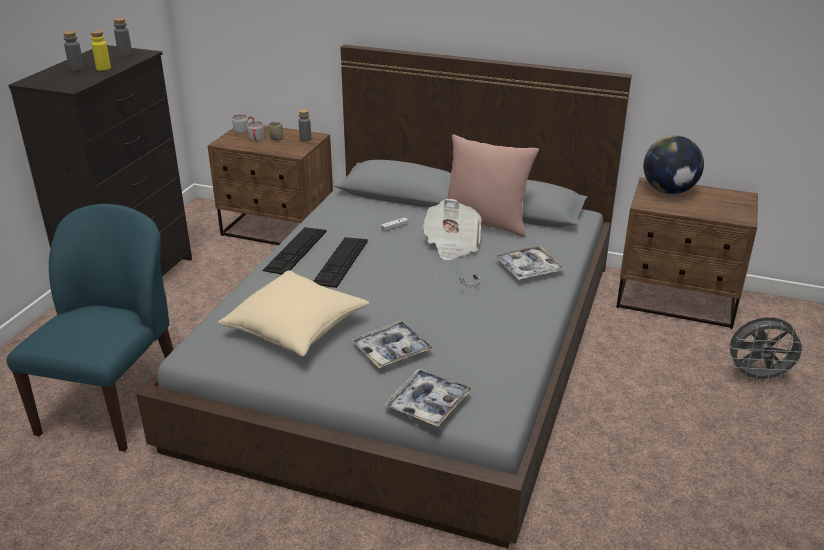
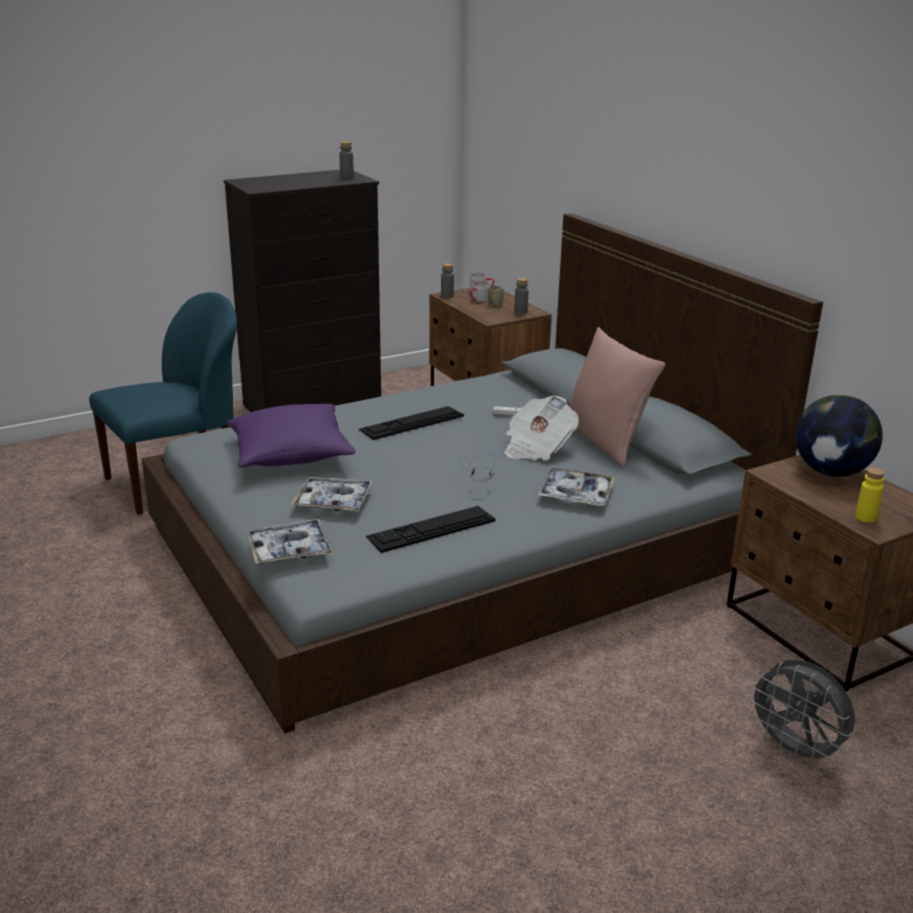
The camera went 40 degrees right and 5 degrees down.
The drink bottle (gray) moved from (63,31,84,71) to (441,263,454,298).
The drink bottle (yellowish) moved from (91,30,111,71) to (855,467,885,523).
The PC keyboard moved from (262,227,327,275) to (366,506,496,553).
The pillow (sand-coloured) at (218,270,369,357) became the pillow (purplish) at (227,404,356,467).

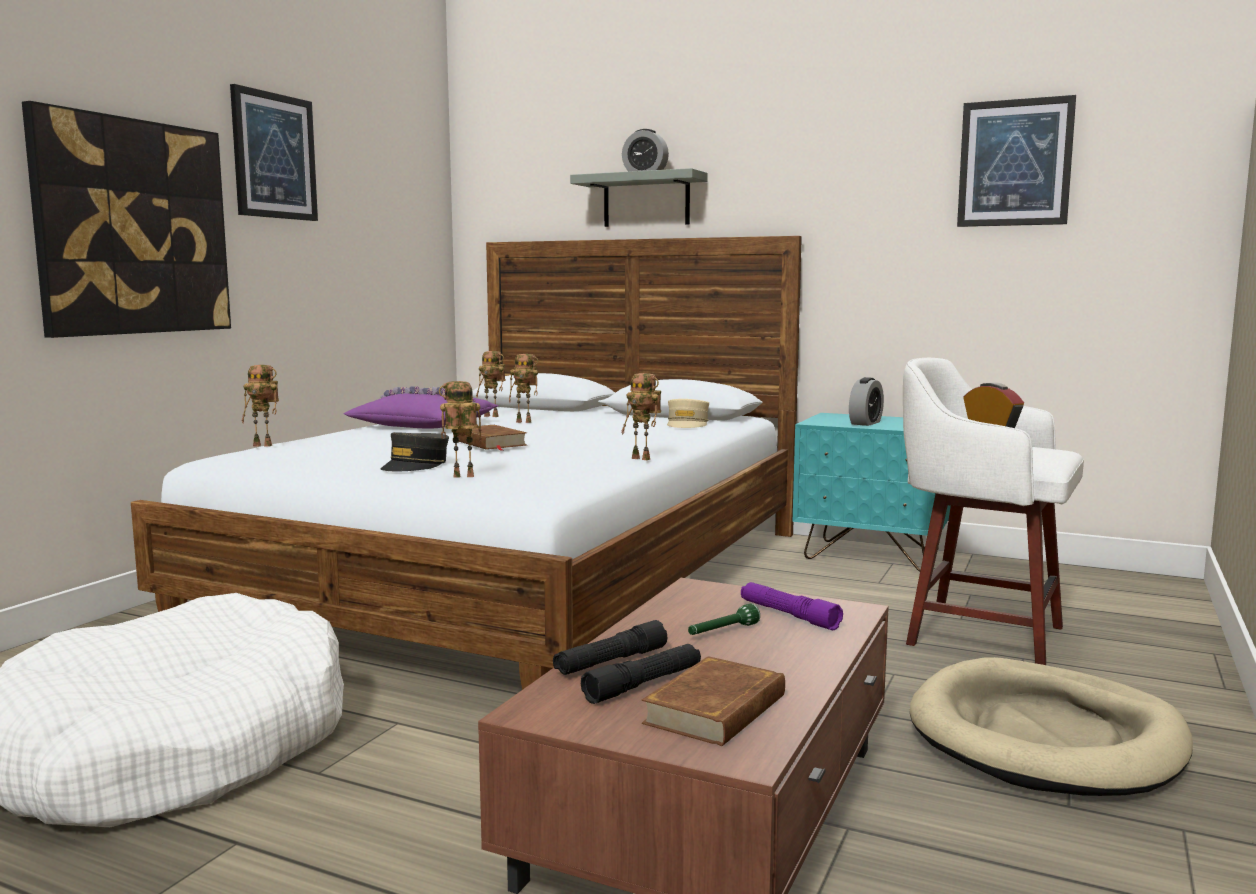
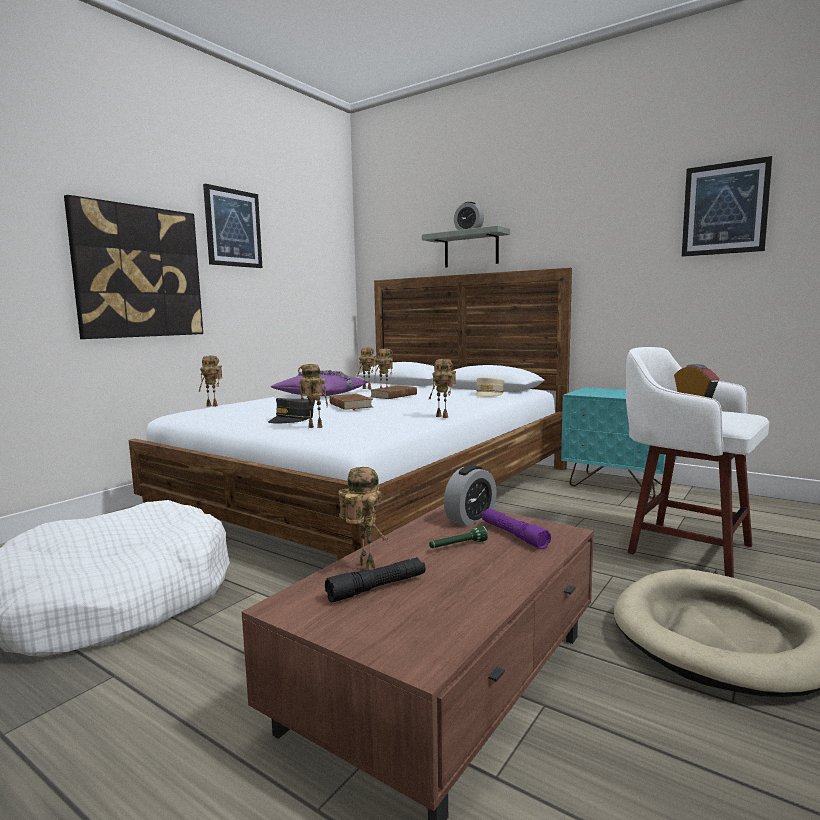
The camera went 10 degrees right and 0 degrees up.
The book (brownish) moved from (642,656,785,746) to (370,386,417,399).
The bedside clock moved from (849,377,884,426) to (444,465,497,526).
The flashlight (black-coloured) at (553,620,667,675) was replaced by the robot figure at (338,467,388,570).

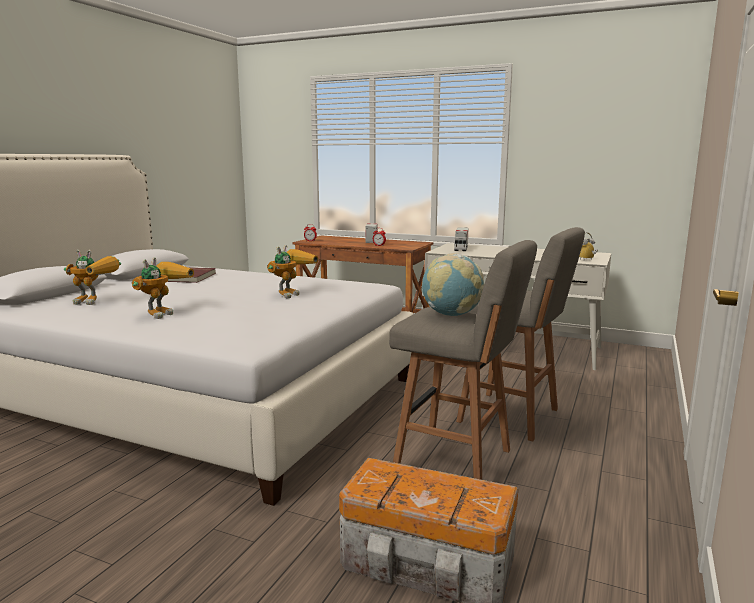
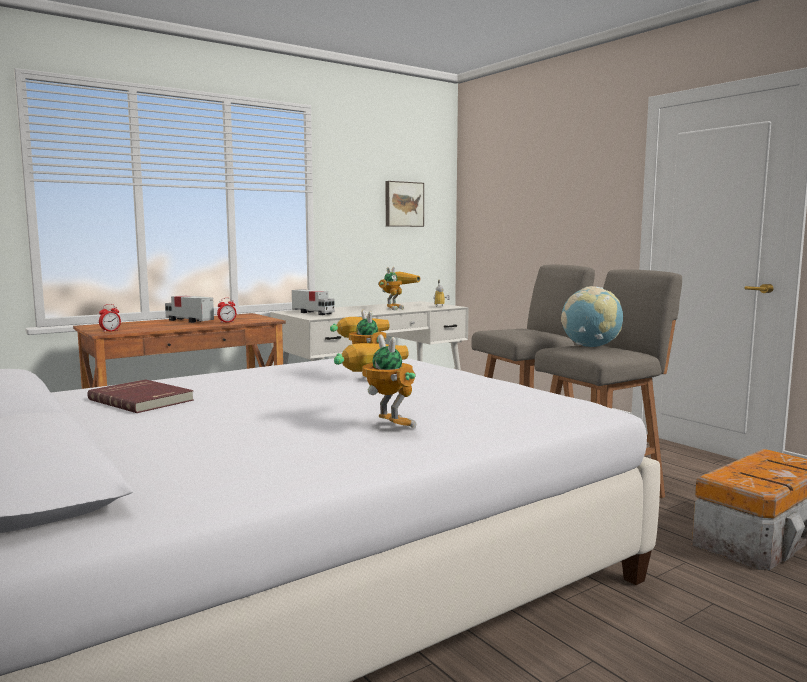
The camera went 60 degrees left and 5 degrees down.
The wall picture at (386,181,424,227) appeared.
The robot figure moved from (64,250,121,305) to (378,267,421,310).

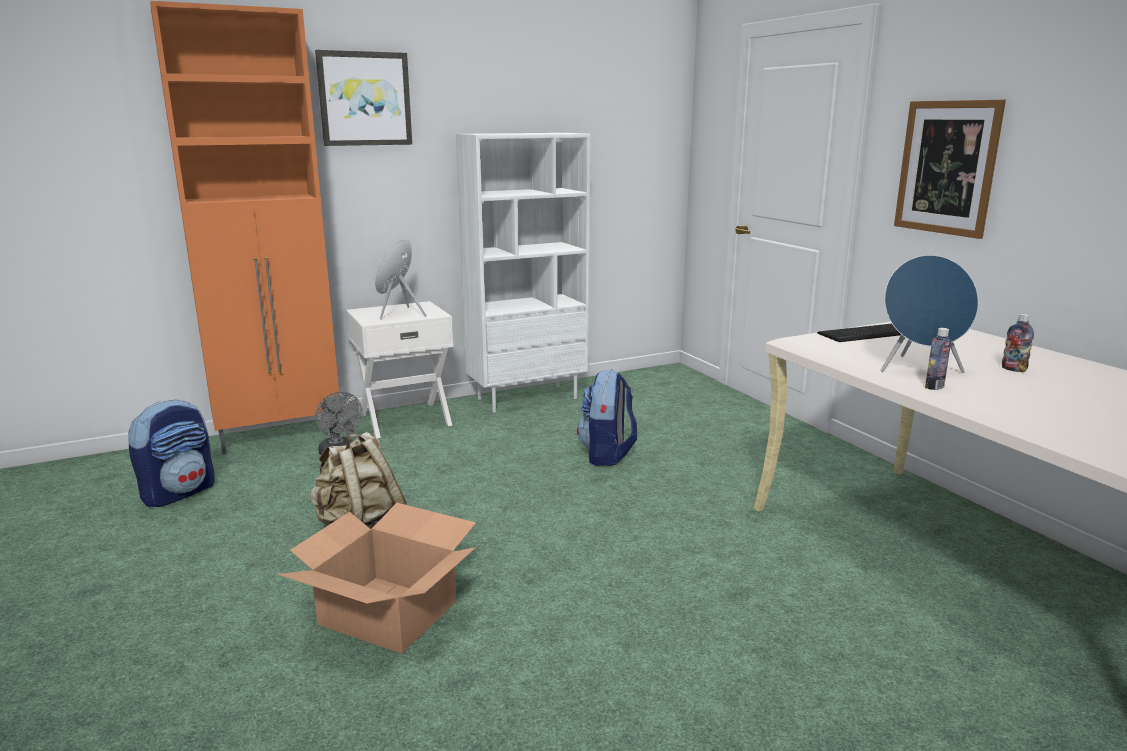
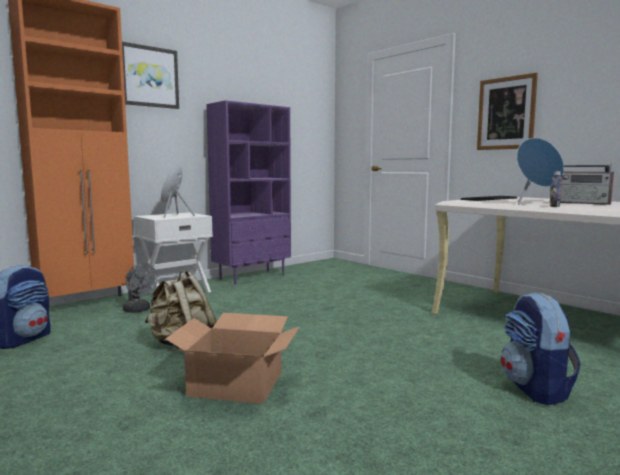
The camera went 15 degrees left and 10 degrees down.
The backpack moved from (577,369,637,466) to (501,292,581,405).
The drink bottle at (1002,314,1034,372) was replaced by the radio receiver at (550,163,614,205).
The shelving unit (white-coloured) at (456,133,591,413) became the shelving unit (purplish) at (206,100,291,285).

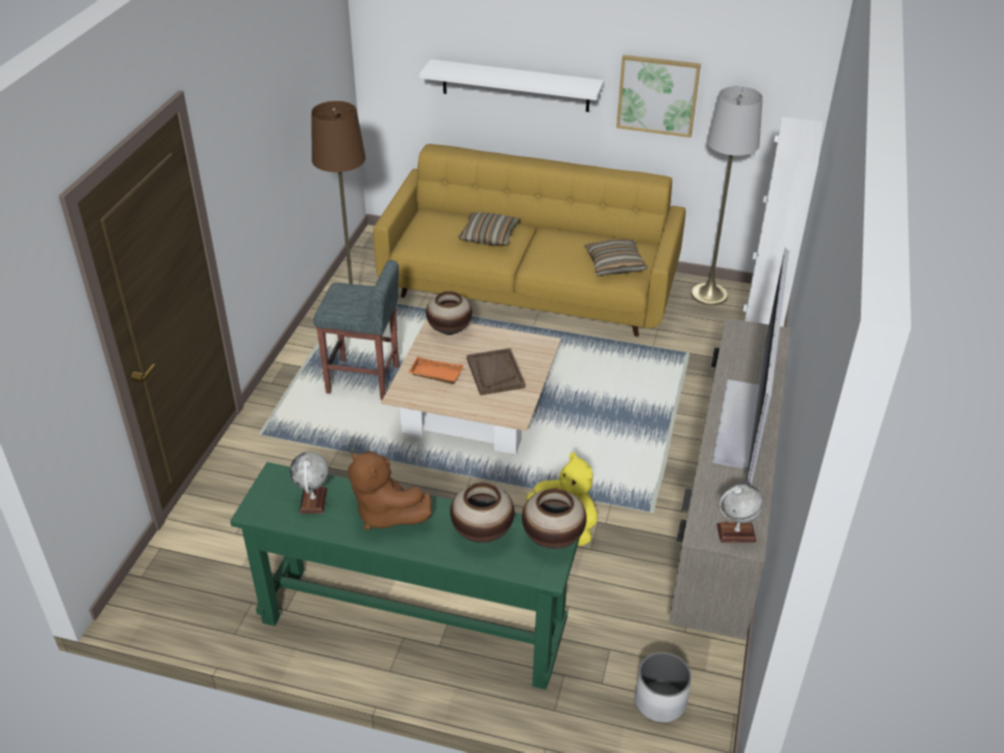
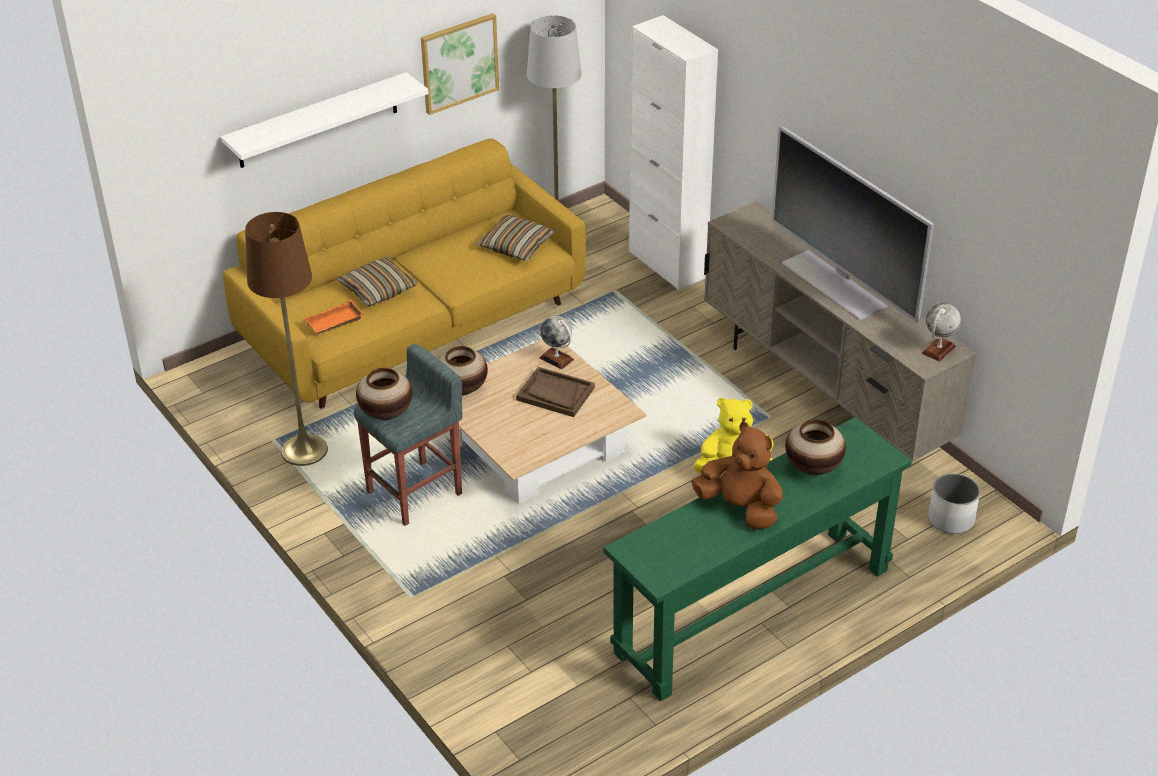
The camera went 50 degrees left and 0 degrees up.
The desk globe moved from (290,452,329,514) to (540,316,574,369).
The tray (orangey) moved from (408,356,464,384) to (304,300,363,334).
The decorative vase moved from (522,488,587,549) to (356,368,413,421).
The cuddly toy (brownish) at (348,451,432,530) turned 135 degrees counterclockwise.

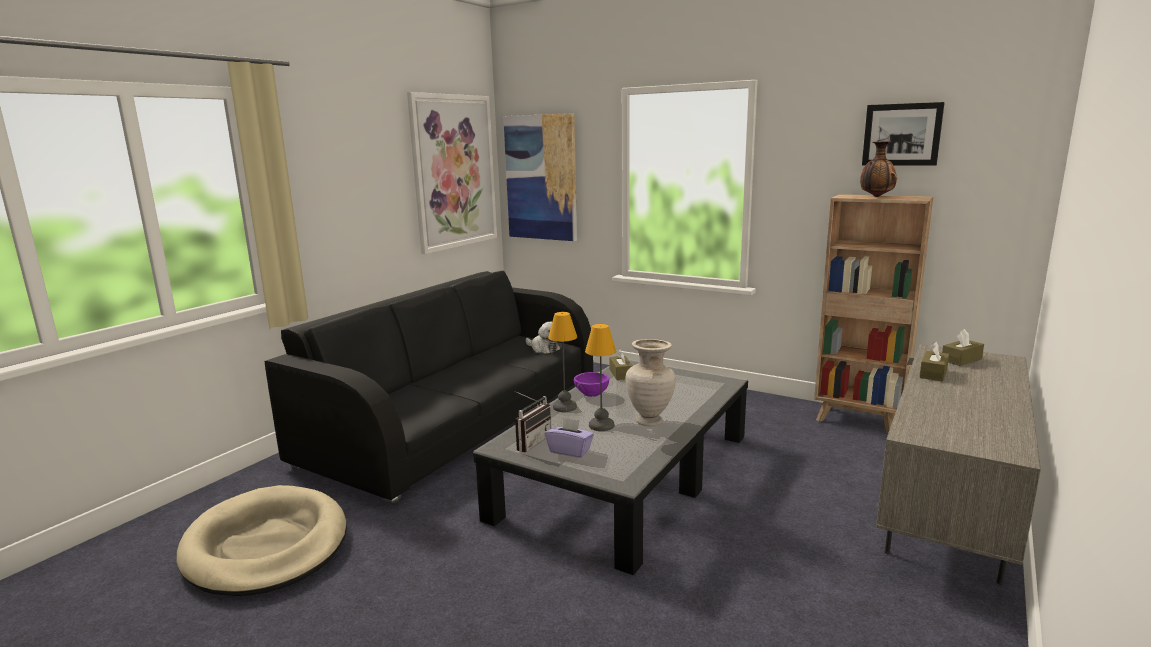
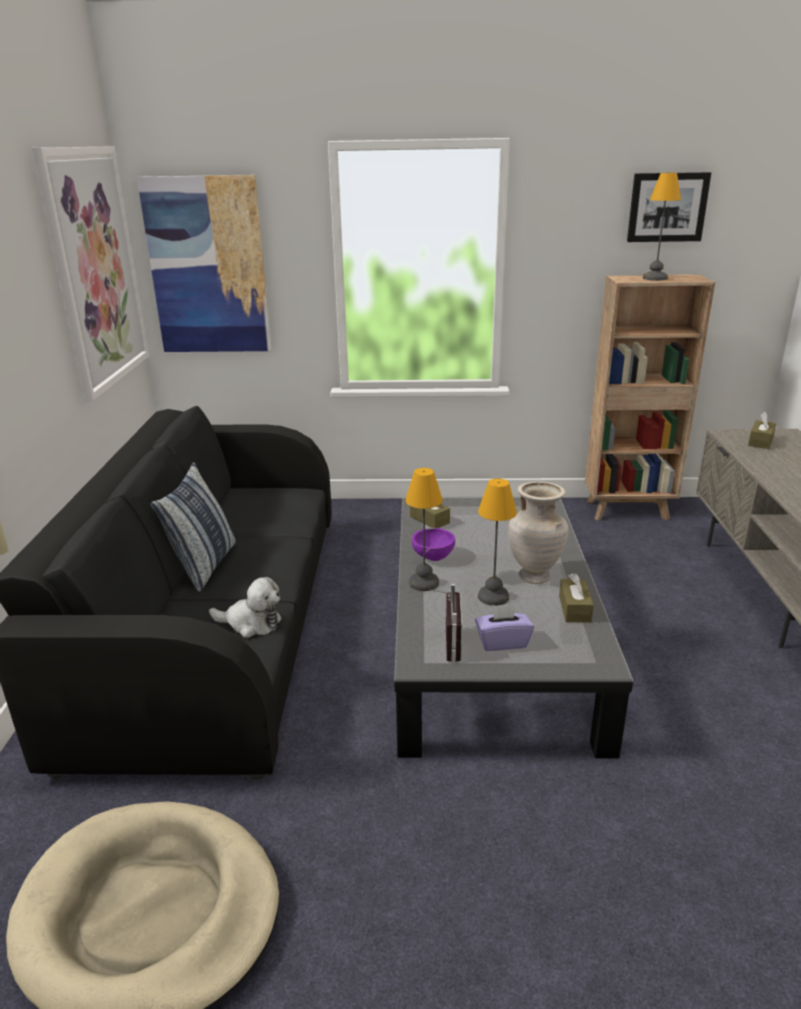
The camera went 30 degrees left and 10 degrees up.
The pillow at (150,462,236,592) appeared.
The cuddly toy moved from (526,322,560,353) to (209,577,281,638).
The tissue holder (brownish) moved from (919,341,949,382) to (559,573,594,623).
The decorative vase at (860,141,897,197) was replaced by the lamp for a table at (643,173,681,281).

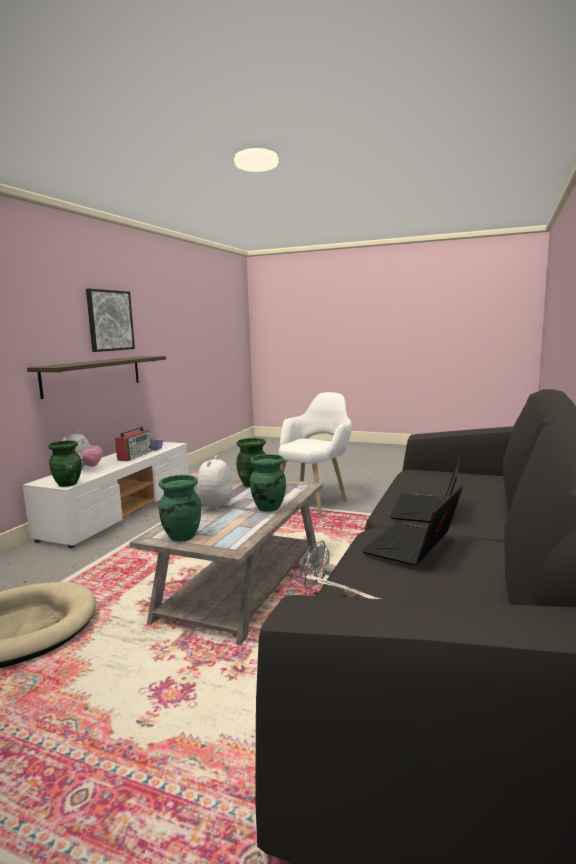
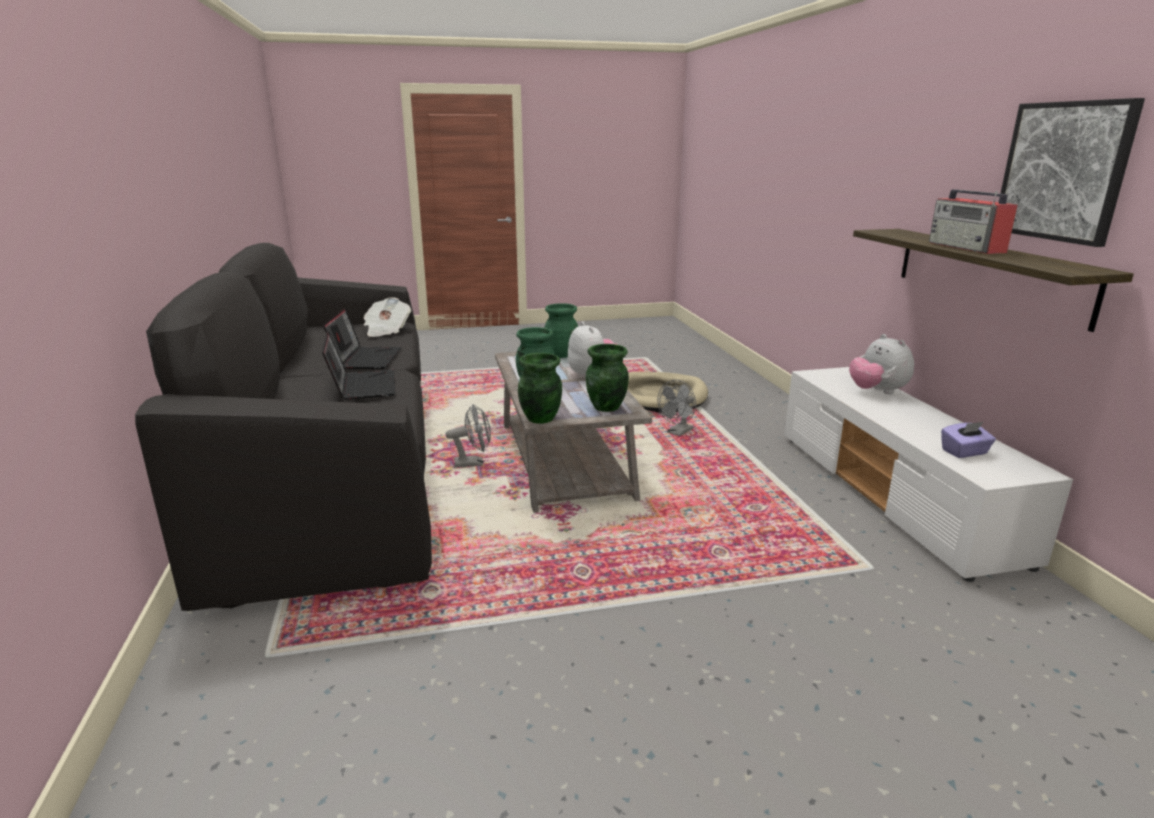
The camera went 145 degrees right and 10 degrees up.
The armchair (white-coloured) at (279,392,352,518) disappeared.
The electric fan (gray) at (657,380,696,436) appeared.
The decorative vase (greenish) moved from (48,440,81,487) to (518,353,562,424).
The radio receiver moved from (115,425,152,461) to (929,189,1018,254).

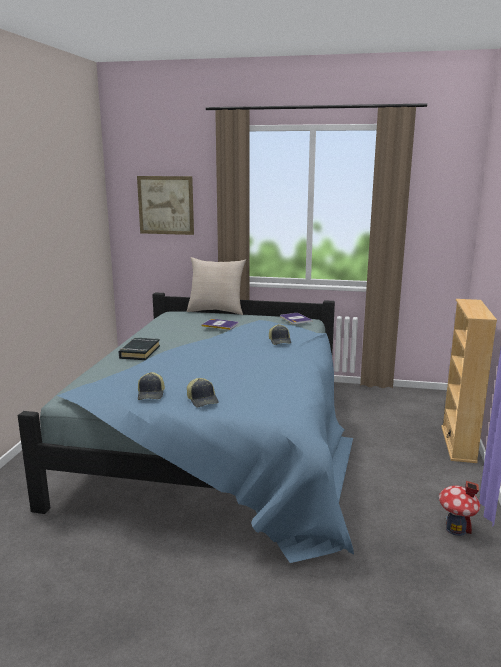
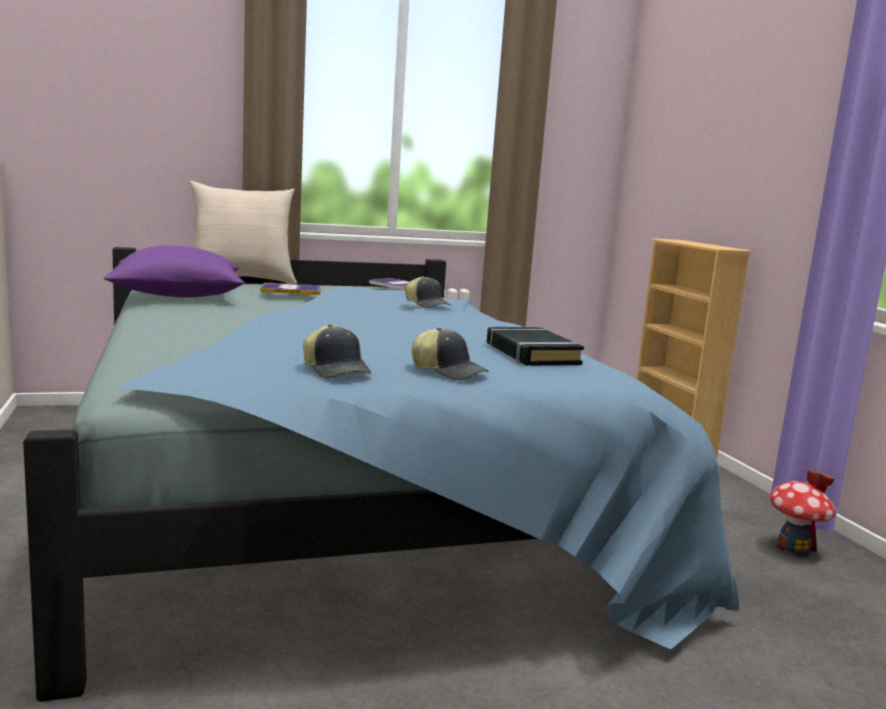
The camera went 30 degrees left and 5 degrees down.
The wall picture at (137,176,194,235) disappeared.
The pillow (purplish) at (104,245,245,298) appeared.
The book (black-coloured) moved from (119,338,160,360) to (487,327,584,366).

